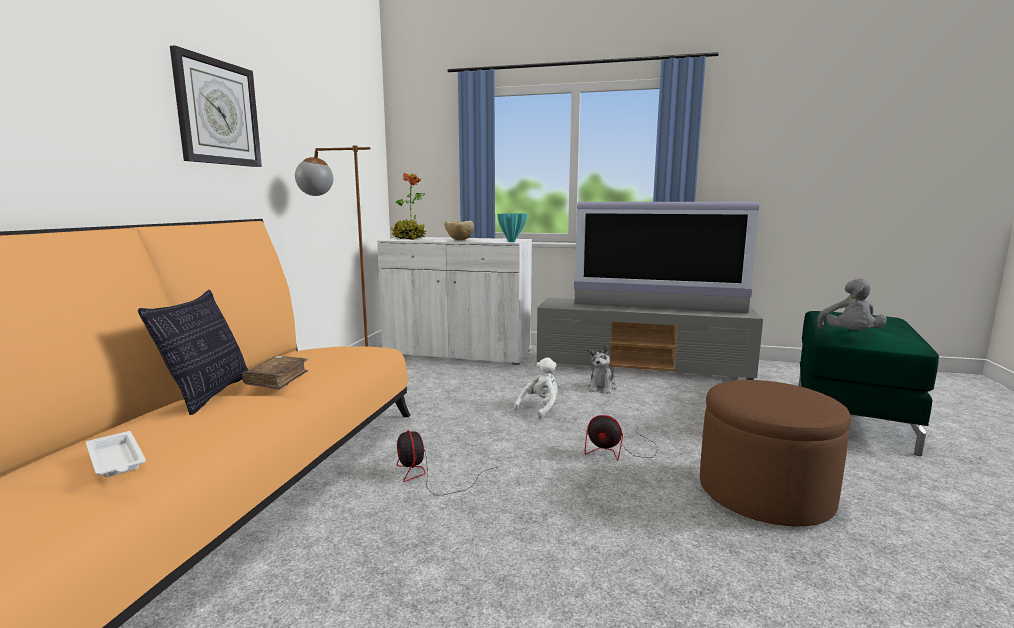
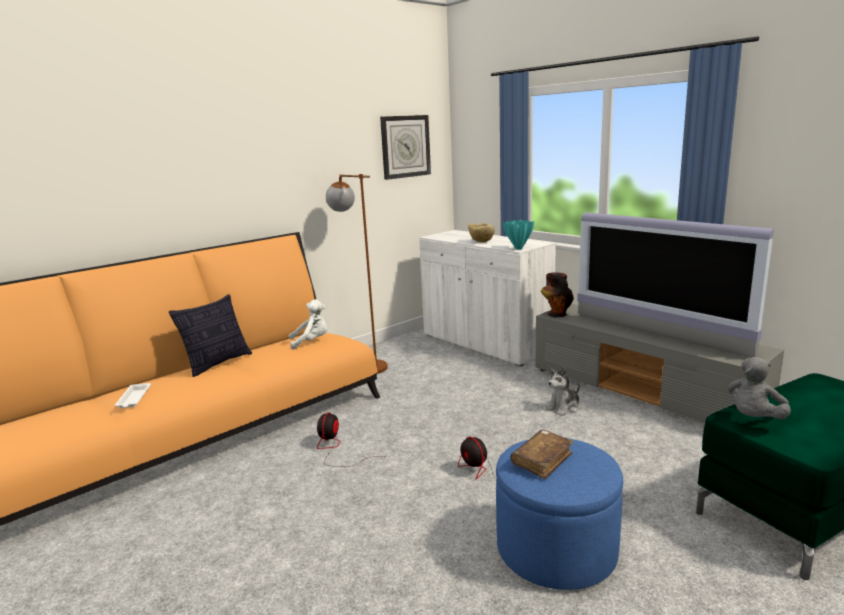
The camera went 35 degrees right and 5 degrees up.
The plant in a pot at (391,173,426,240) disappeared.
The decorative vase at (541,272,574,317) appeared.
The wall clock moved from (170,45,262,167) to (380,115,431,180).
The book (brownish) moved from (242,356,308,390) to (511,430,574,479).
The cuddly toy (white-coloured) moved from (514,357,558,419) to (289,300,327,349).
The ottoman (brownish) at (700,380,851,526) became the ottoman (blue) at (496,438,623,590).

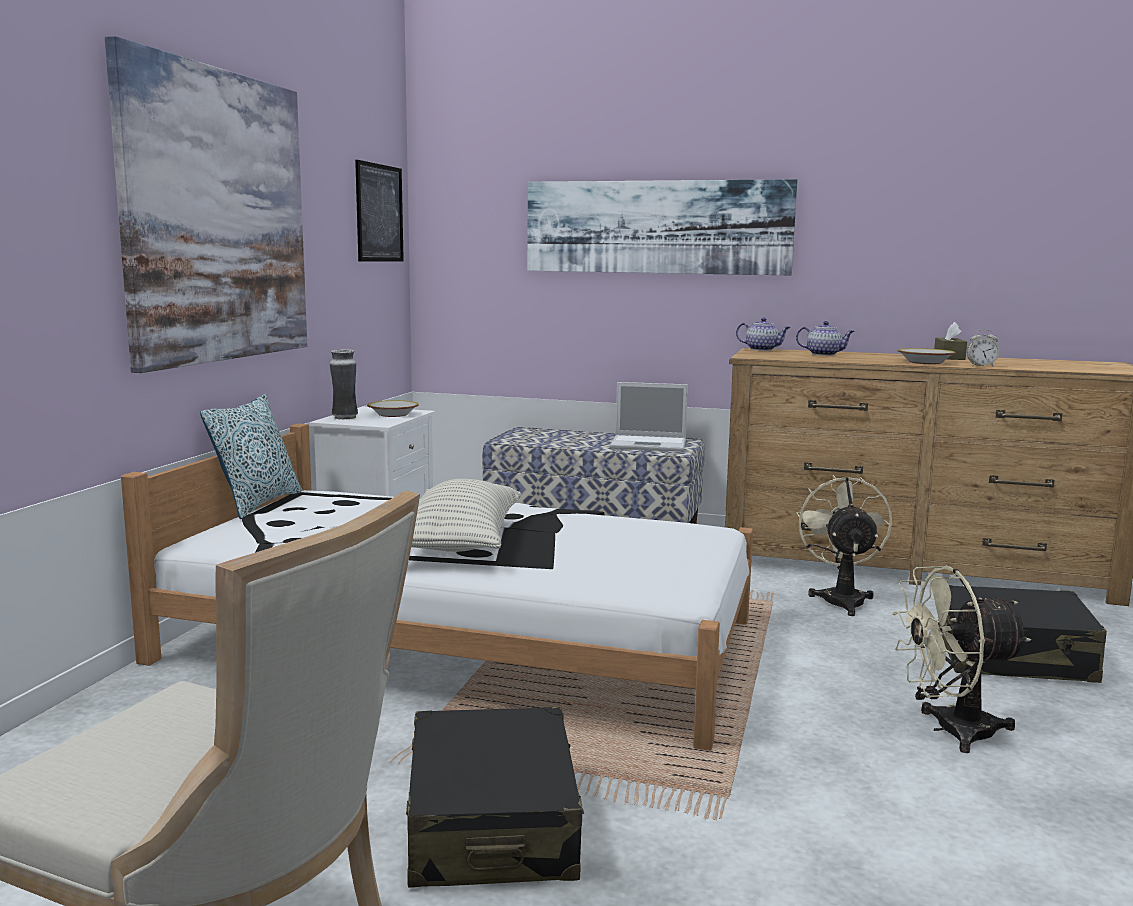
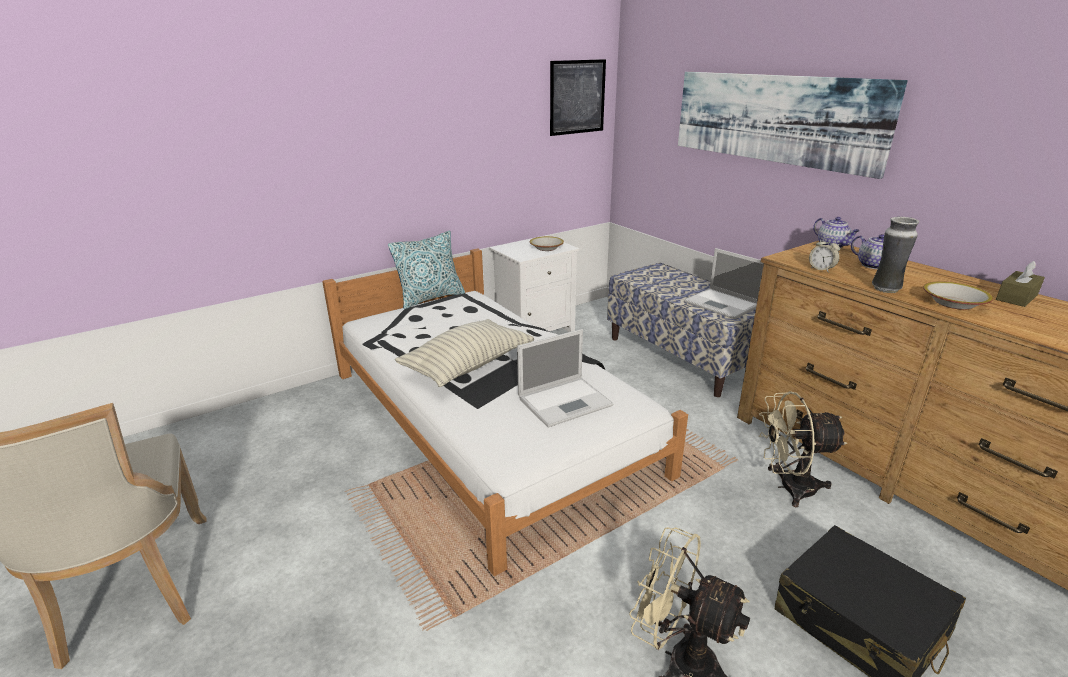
The camera went 40 degrees right and 15 degrees up.
The wall picture at (105,36,307,373) disappeared.
The travel case (black-coloured) at (406,707,584,888) disappeared.
The portable computer at (517,329,613,428) appeared.
The decorative vase moved from (330,349,358,419) to (872,216,919,293).
The bedside clock moved from (967,329,1000,367) to (809,237,840,273).
The electric fan (sand-coloured) at (797,475,892,616) turned 135 degrees counterclockwise.

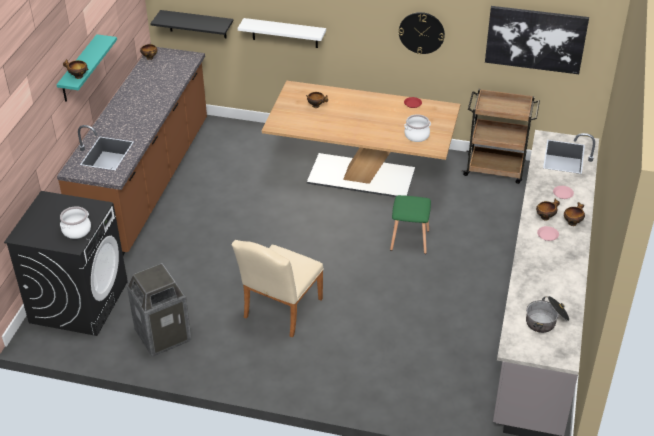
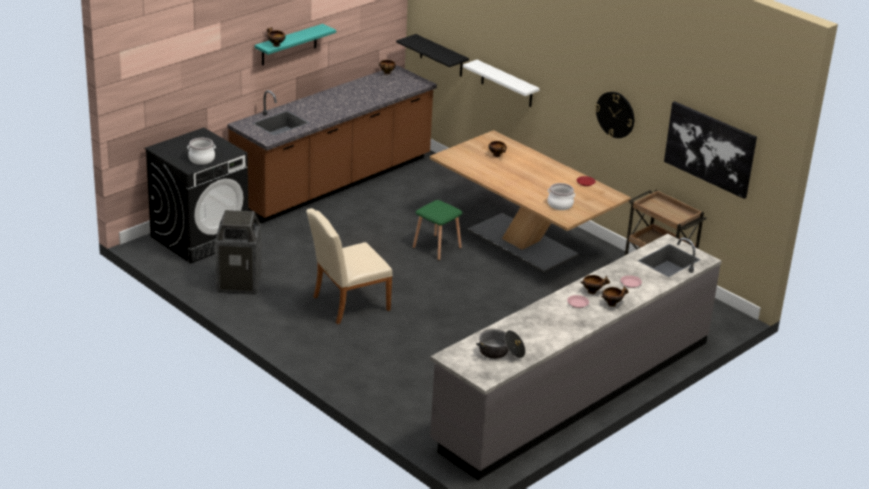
The camera went 30 degrees right and 10 degrees down.
The stool seat (greenish) moved from (390,195,431,254) to (413,200,462,261).

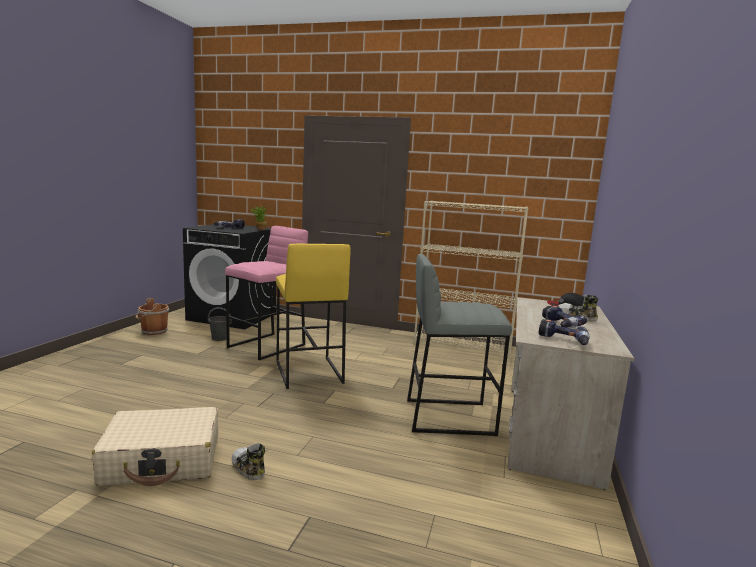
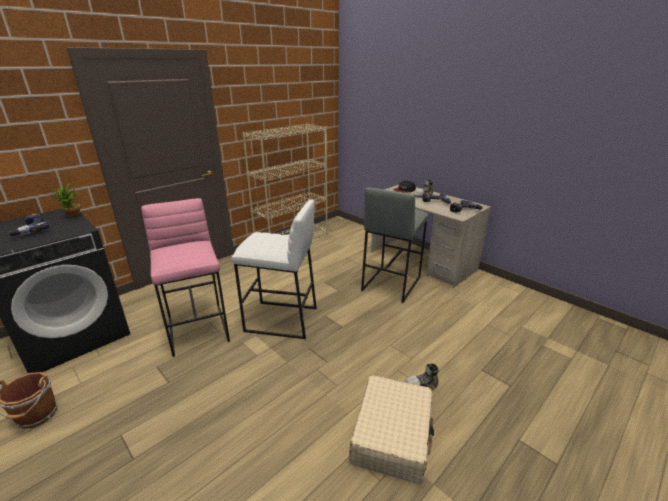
The camera went 60 degrees left and 15 degrees up.
The water bucket (gray) at (208,307,232,341) disappeared.
The stool seat (yellowish) at (276,244,351,389) became the stool seat (white-coloured) at (231,200,317,339).

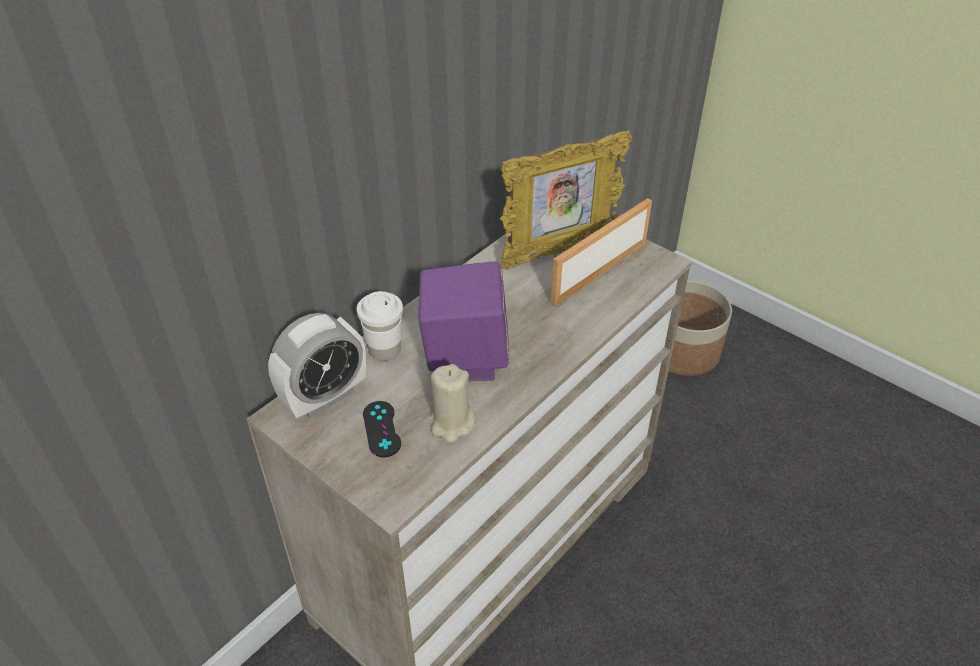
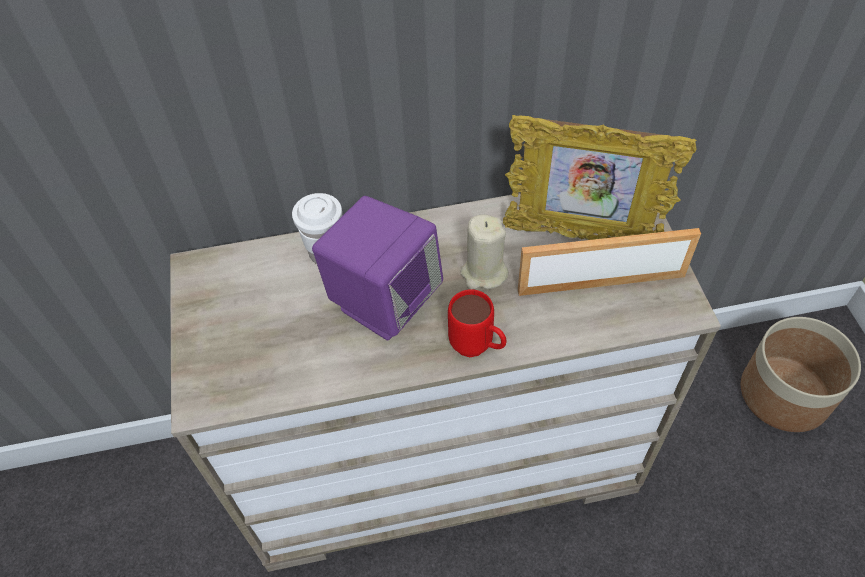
The camera went 40 degrees right and 10 degrees up.
The bedside clock at (268,313,366,418) disappeared.
The gamepad (black-coloured) at (363,401,401,458) disappeared.
The mug (red) at (448,289,507,357) appeared.
The candle (sand-coloured) moved from (430,364,476,443) to (460,214,509,289).

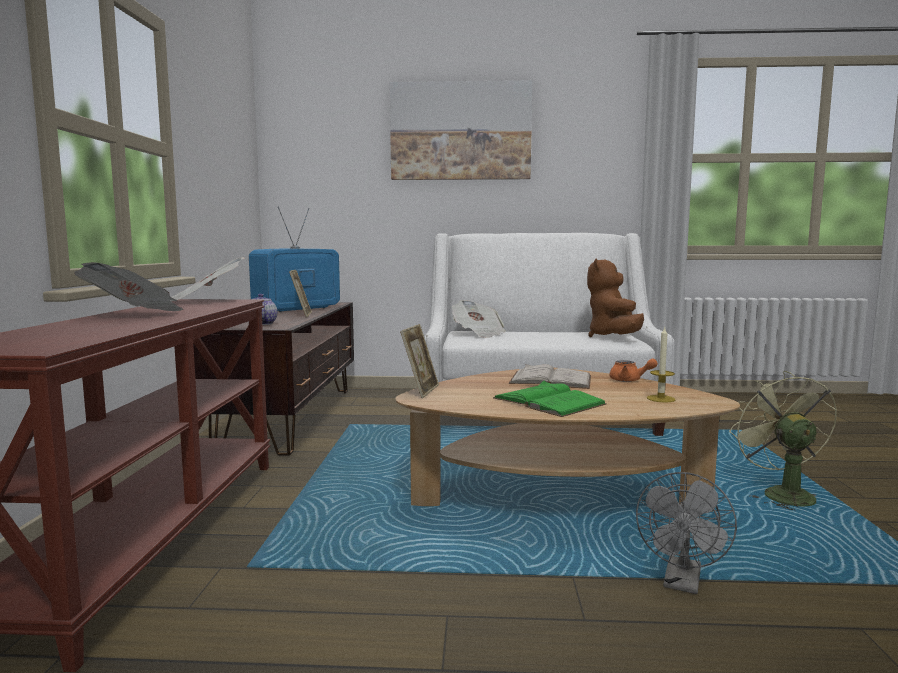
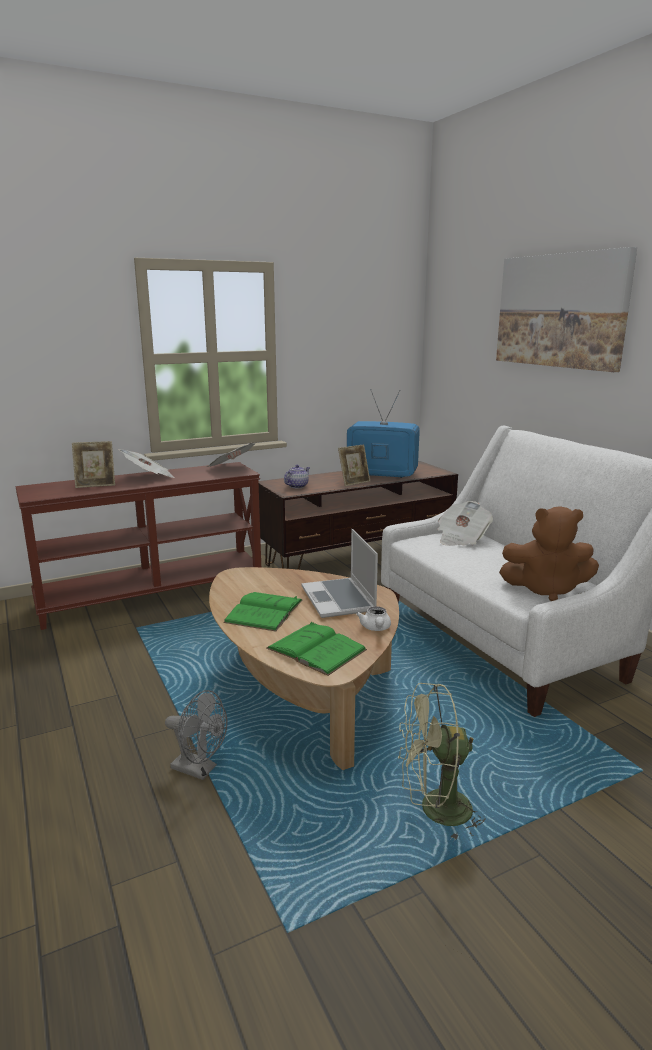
The camera went 60 degrees right and 10 degrees up.
The picture frame moved from (400,324,439,398) to (72,441,115,488).
The book (white-coloured) at (509,364,591,389) was replaced by the portable computer at (301,529,378,618).
The candle at (647,328,675,402) was replaced by the book (greenish) at (267,622,367,676).
The tea pot (orangey) at (609,359,658,382) became the tea pot (white-coloured) at (356,606,391,631).
The cuddly toy (brownish) at (587,258,644,337) turned 150 degrees counterclockwise.
The electric fan (gray) at (636,472,737,594) turned 150 degrees counterclockwise.
The electric fan (greenish) at (729,371,837,510) turned 150 degrees counterclockwise.

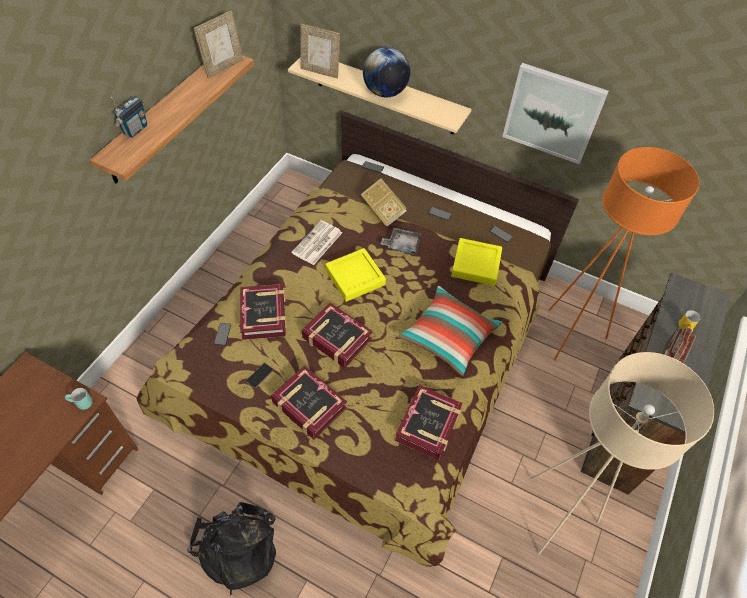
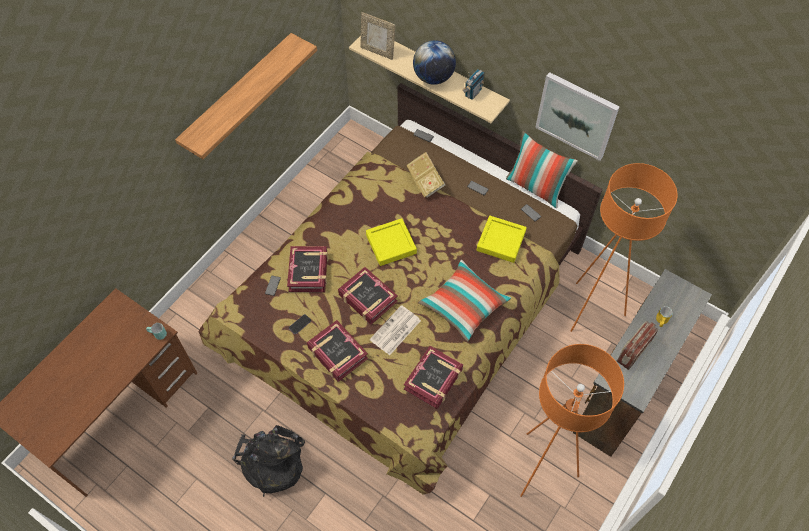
The camera went 10 degrees right and 5 degrees up.
The picture frame at (194,11,243,78) disappeared.
The tray (gray) at (381,227,421,255) disappeared.
The pillow at (506,131,578,208) appeared.
The radio receiver moved from (111,97,147,138) to (462,69,485,100).
The newspaper moved from (291,220,342,265) to (370,305,421,355).
The standard lamp (sand-coloured) at (530,352,714,555) became the standard lamp (orangey) at (520,344,624,497).

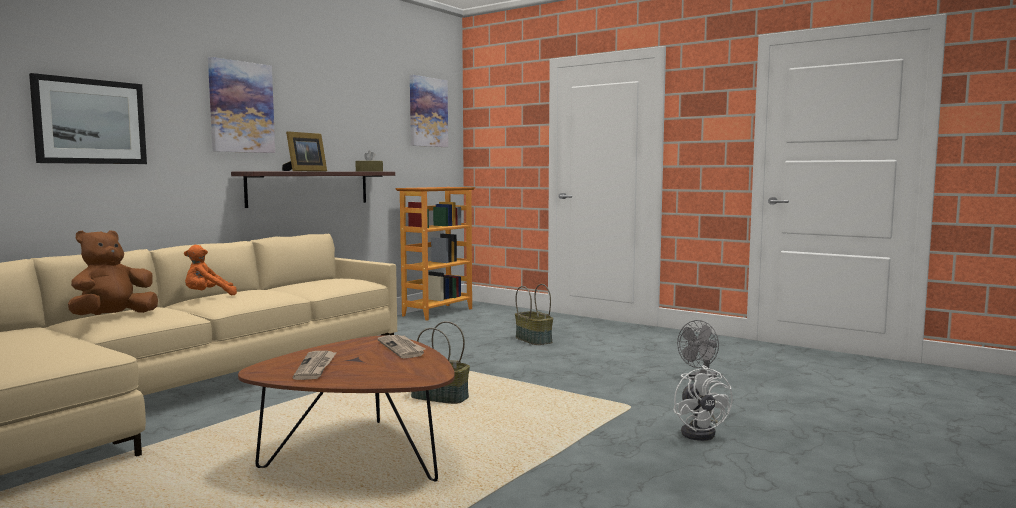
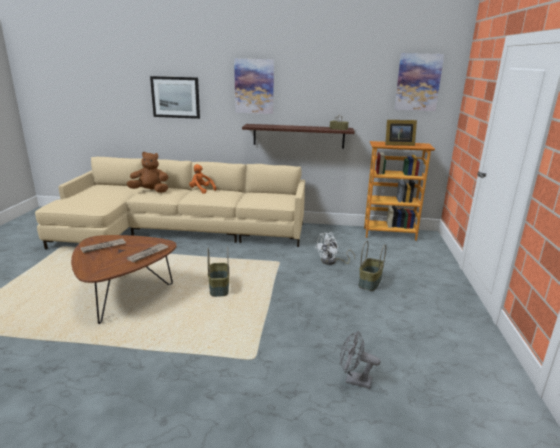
The camera went 60 degrees right and 15 degrees up.
The picture frame moved from (282,131,327,171) to (385,120,417,146).
The electric fan (white-coloured) moved from (673,365,733,441) to (315,233,355,265).

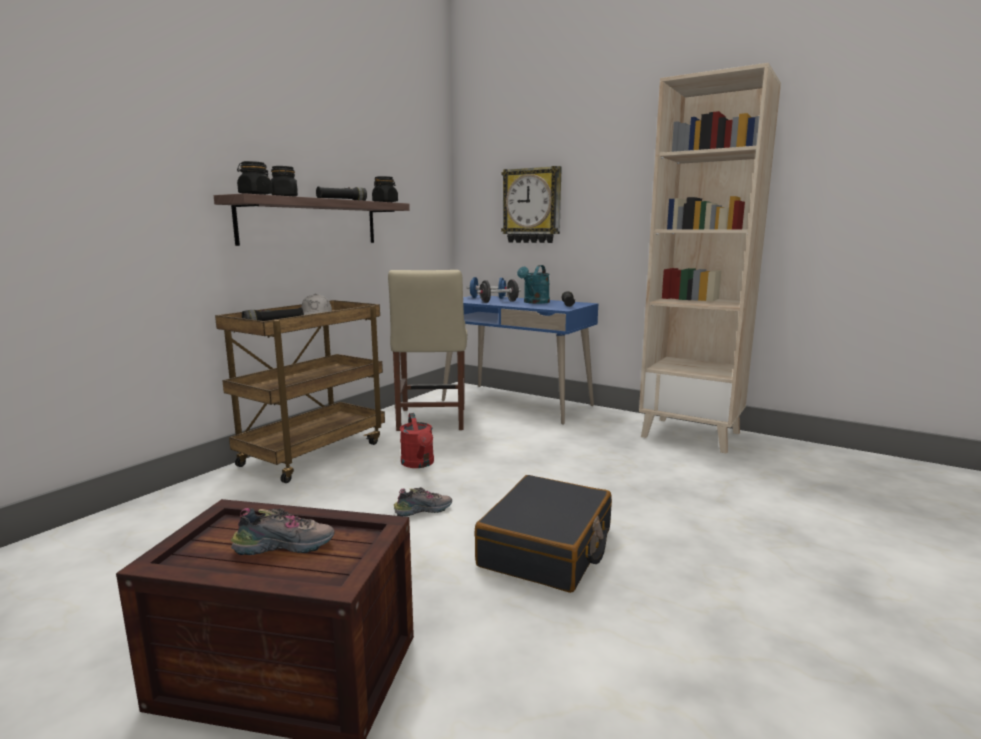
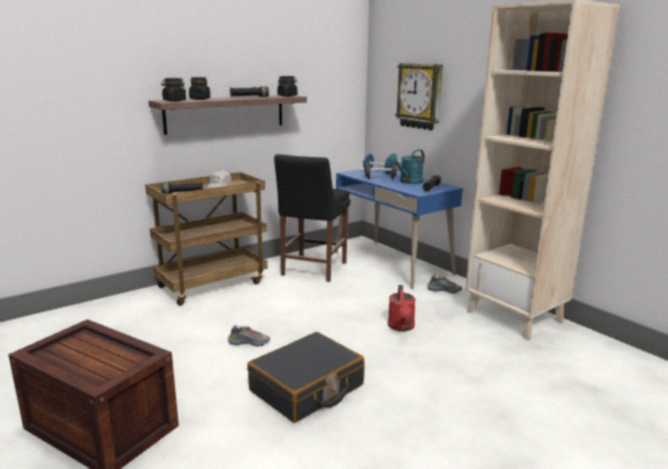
The camera went 20 degrees right and 5 degrees up.
The item of footwear moved from (231,508,334,555) to (427,275,462,293).
The watering can (red) moved from (400,413,434,468) to (388,285,416,332).
The chair (sand-coloured) at (388,270,467,431) became the chair (black-coloured) at (274,154,350,282).

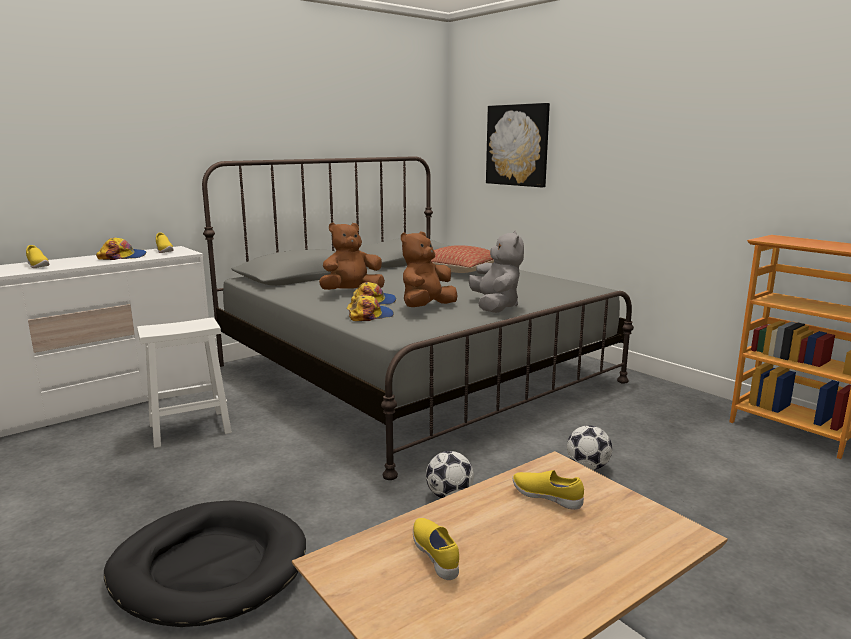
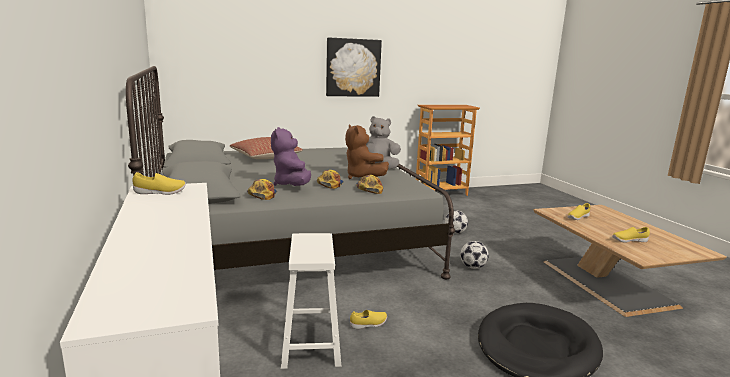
The camera went 70 degrees left and 0 degrees up.
The item of footwear (yellowish) moved from (26,245,49,268) to (350,310,387,329).
The peaked cap moved from (96,238,146,260) to (247,179,277,200).
The wall picture moved from (486,103,550,188) to (326,37,382,97).
The cuddly toy (brownish) at (319,223,385,290) became the cuddly toy (purplish) at (271,127,311,186).

